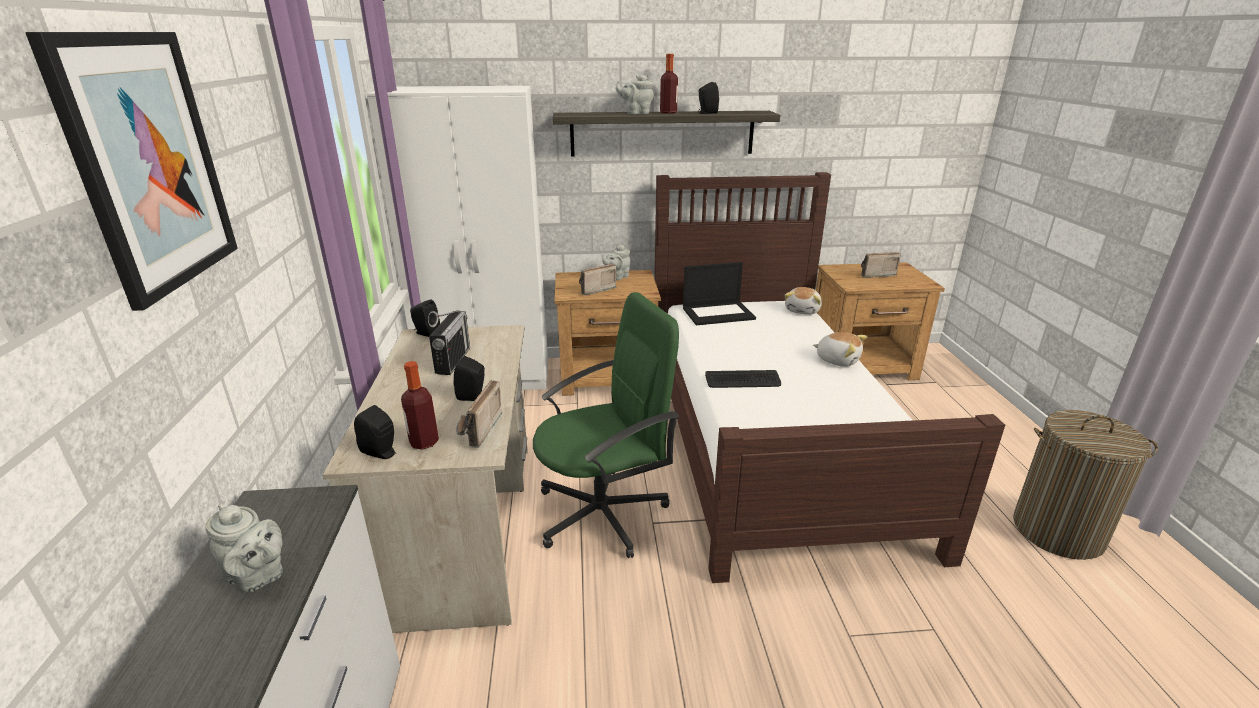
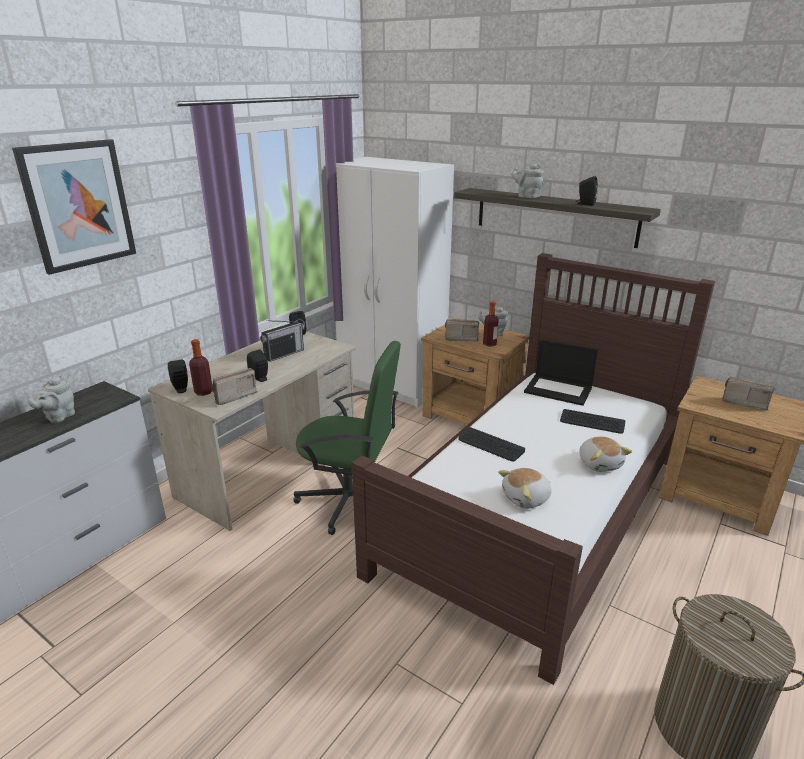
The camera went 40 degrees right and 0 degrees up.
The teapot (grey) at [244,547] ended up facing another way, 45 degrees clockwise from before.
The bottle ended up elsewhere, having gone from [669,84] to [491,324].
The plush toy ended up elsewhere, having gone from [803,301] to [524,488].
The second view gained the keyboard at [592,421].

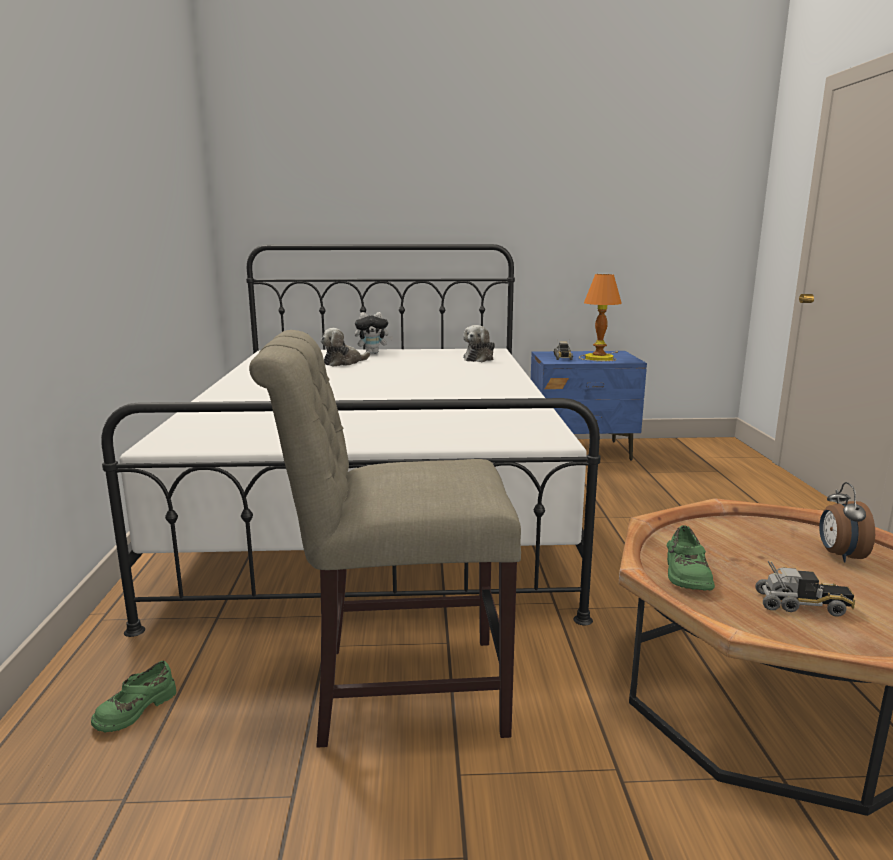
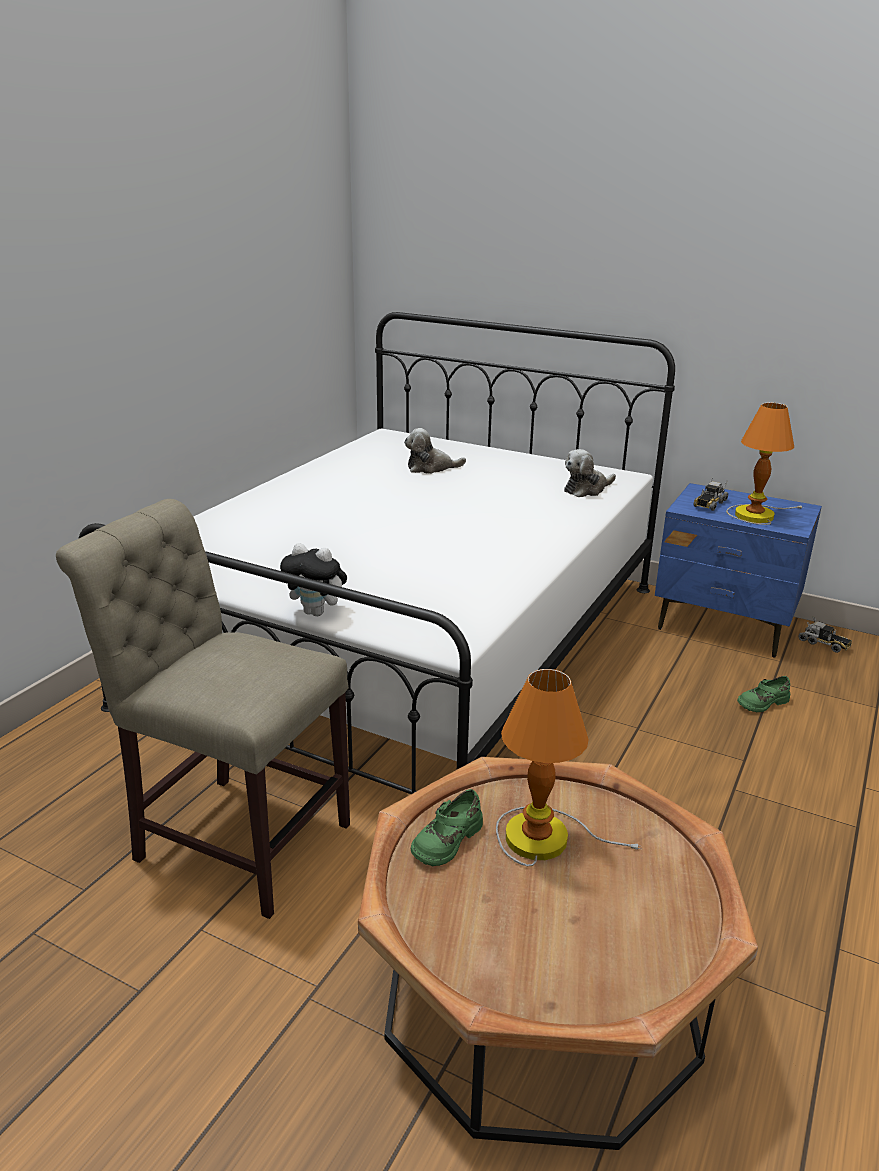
The camera went 30 degrees right and 10 degrees up.
The plush toy ended up elsewhere, having gone from [374,333] to [313,579].
The second view gained the table lamp at [568,767].
The shoe (green) ended up elsewhere, having gone from [133,697] to [763,694].
The toy truck ended up elsewhere, having gone from [805,589] to [825,635].
The second view lost the alarm clock at [847,522].

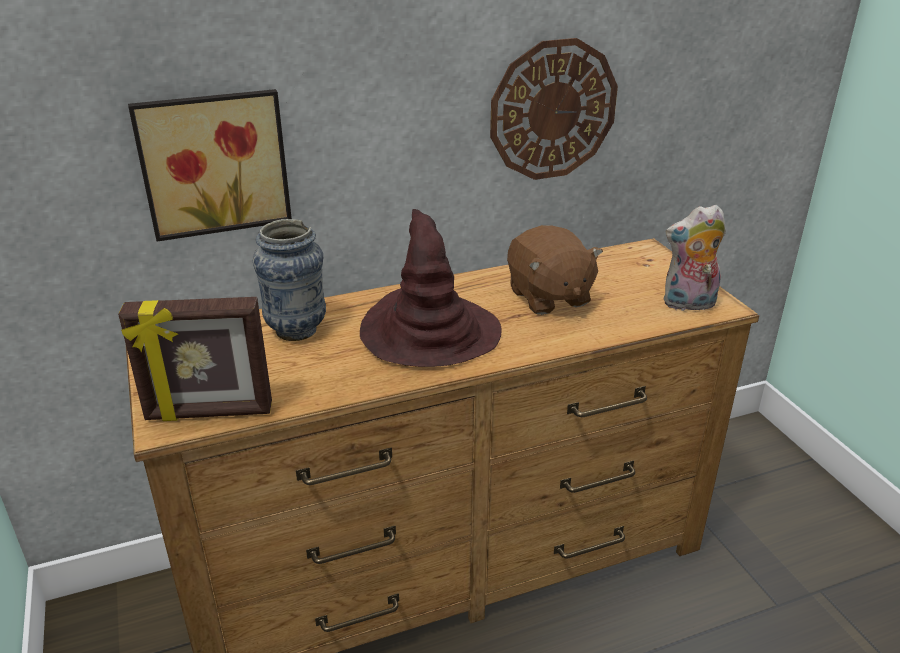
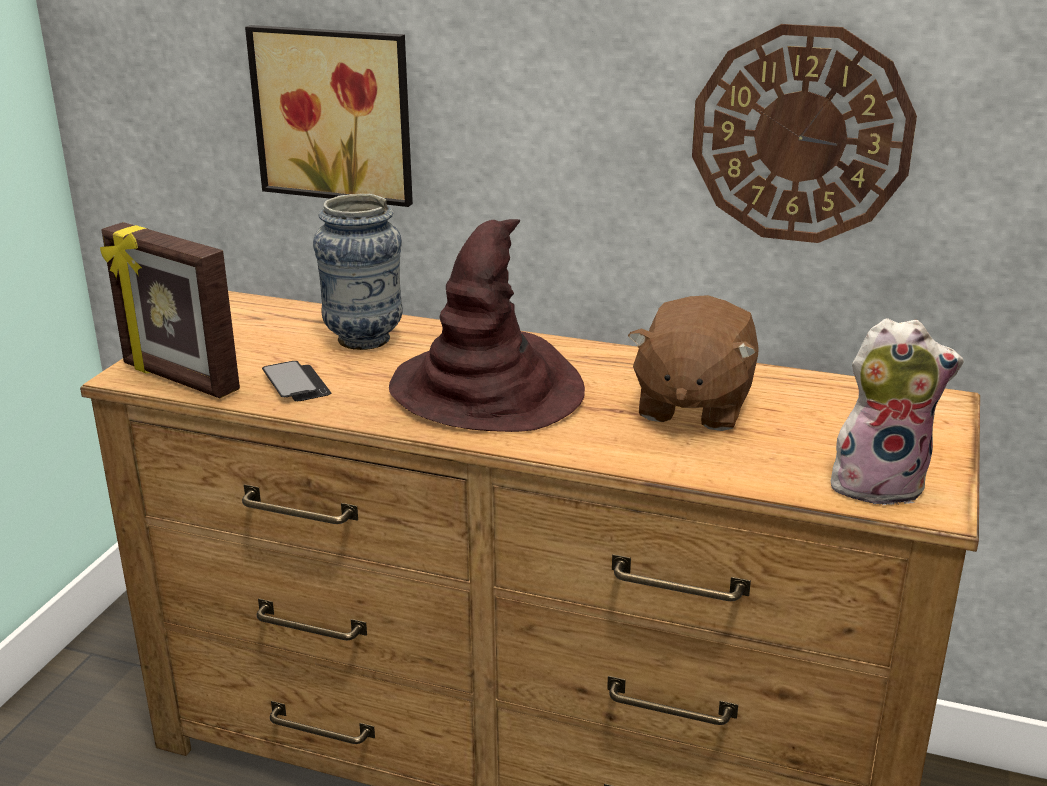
The camera went 40 degrees right and 5 degrees down.
The second view gained the phone at [296,381].
The plush toy at [695,259] ended up facing another way, 150 degrees clockwise from before.

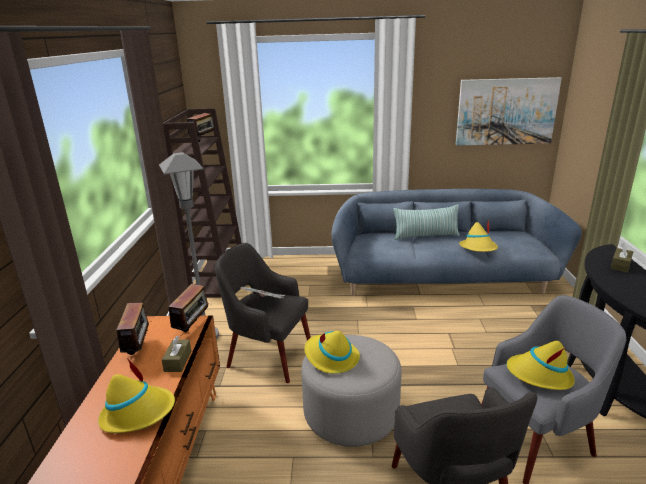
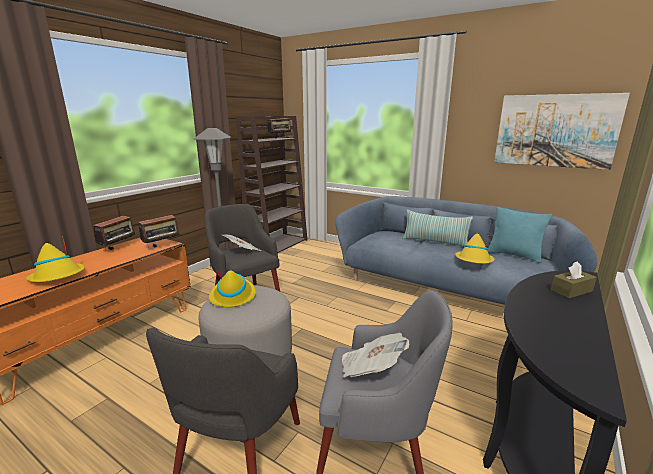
The camera went 30 degrees right and 5 degrees down.
Where the hat (yellow) stood at [541,365], the newspaper came to stand at [375,355].
The second view gained the pillow (turquoise) at [519,235].
The second view lost the tissue box (brown) at [176,354].

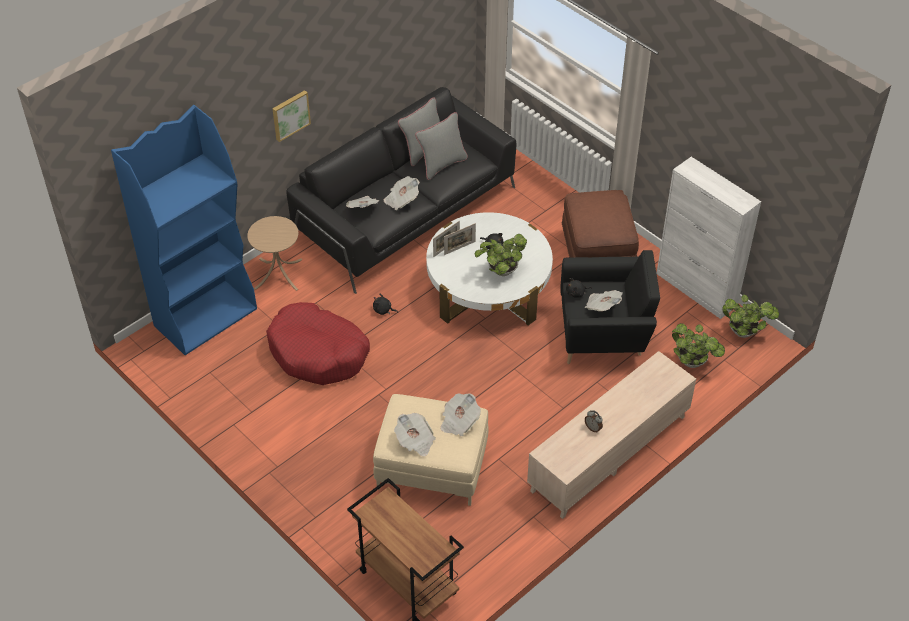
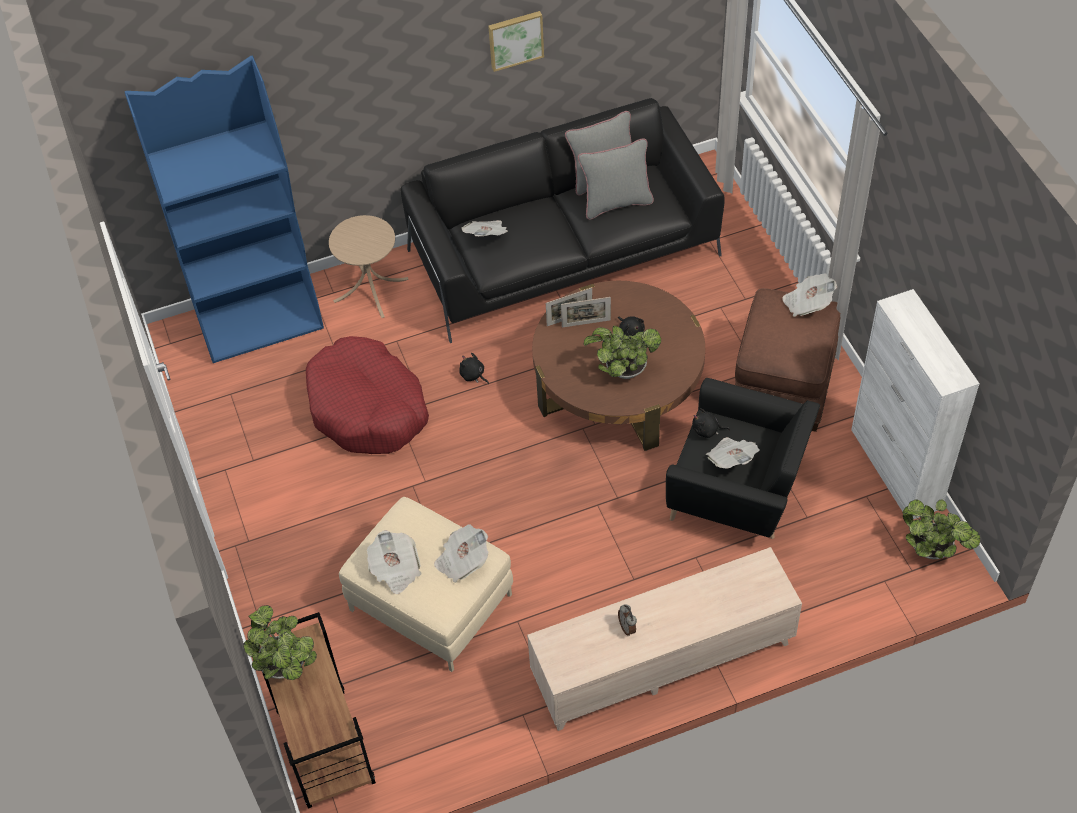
The camera went 25 degrees right and 5 degrees up.
The potted plant ended up elsewhere, having gone from [698,345] to [280,642].
The picture ended up elsewhere, having gone from [291,116] to [516,41].
What was the coffee table (white) at [489,268] turned into the coffee table (brown) at [618,366].
The newspaper ended up elsewhere, having gone from [402,193] to [809,295].

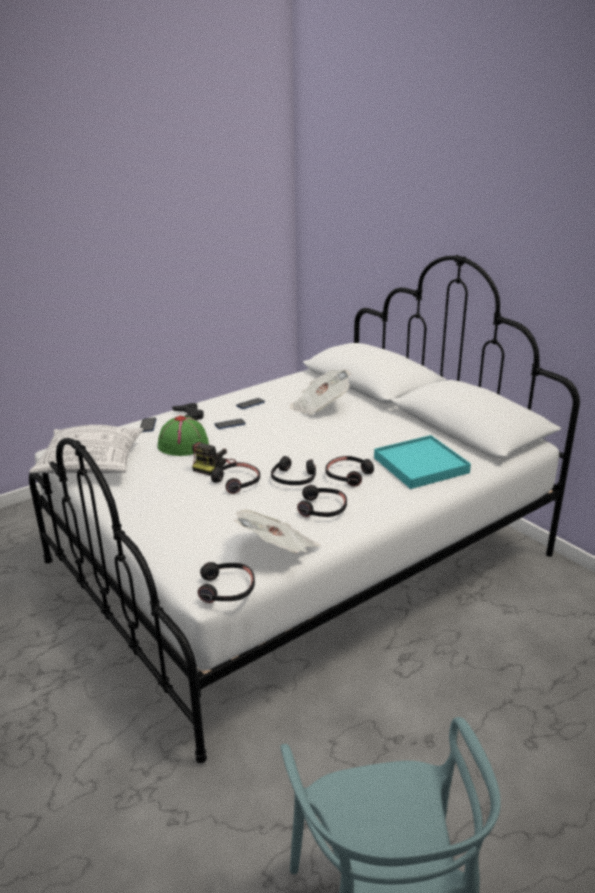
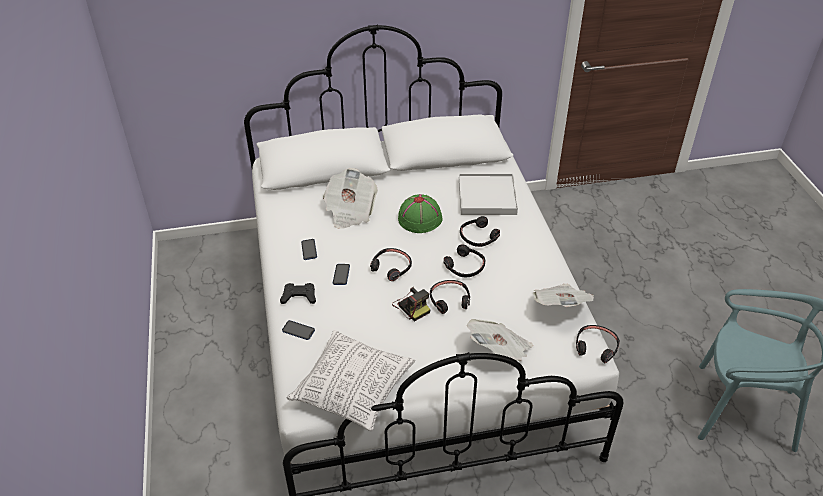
The camera went 65 degrees left and 15 degrees up.
The headphones (black) ended up elsewhere, having gone from [322,501] to [391,264].
The hat (green) ended up elsewhere, having gone from [183,436] to [420,213].
What was the tray (turquoise) at [422,462] turned into the tray (white) at [488,194].
The second view gained the newspaper at [500,340].

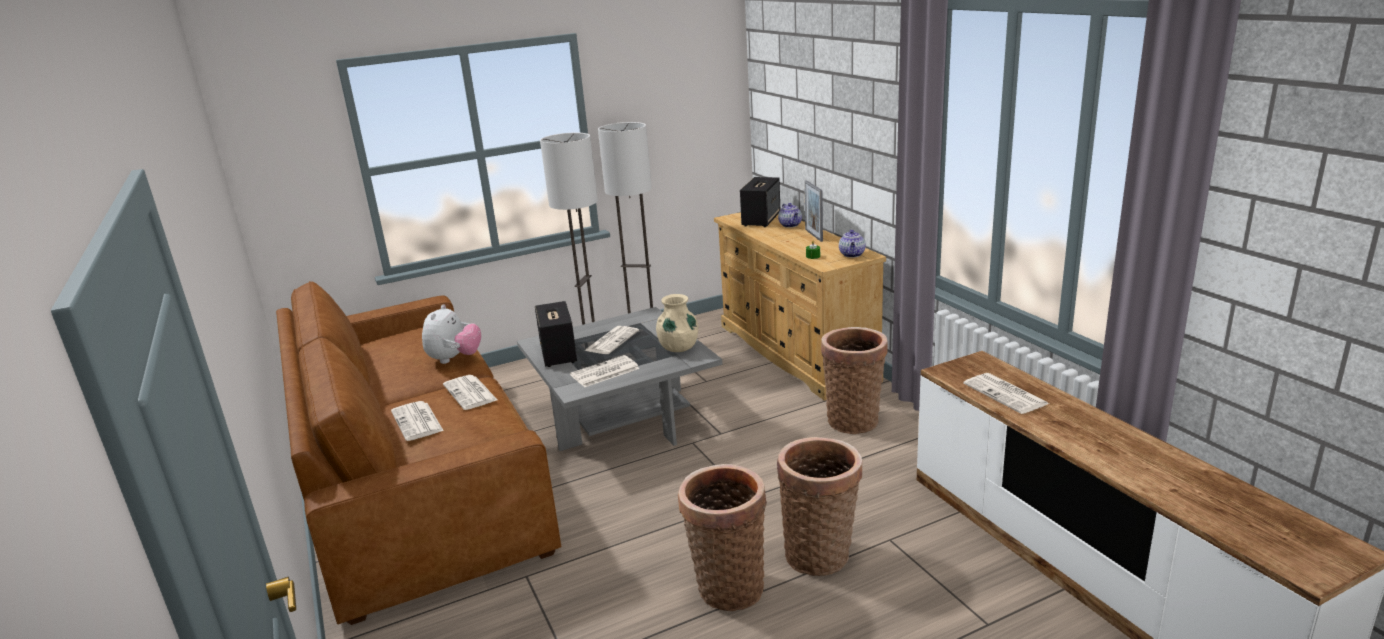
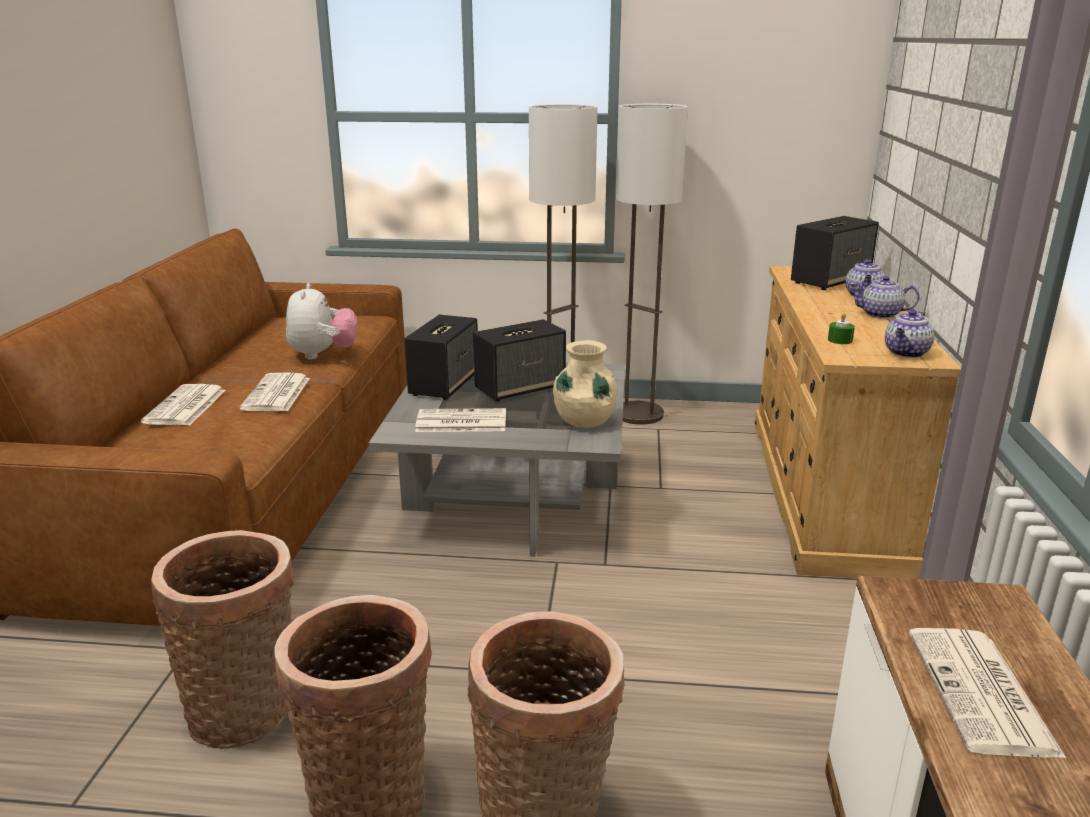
The camera went 30 degrees right and 0 degrees up.
The basket ended up elsewhere, having gone from [854,380] to [222,639].
The plush toy at [451,334] ended up facing another way, 45 degrees counterclockwise from before.
Where the newspaper stood at [611,340], the speaker came to stand at [519,360].
Where the picture frame stood at [813,211], the teapot came to stand at [885,297].

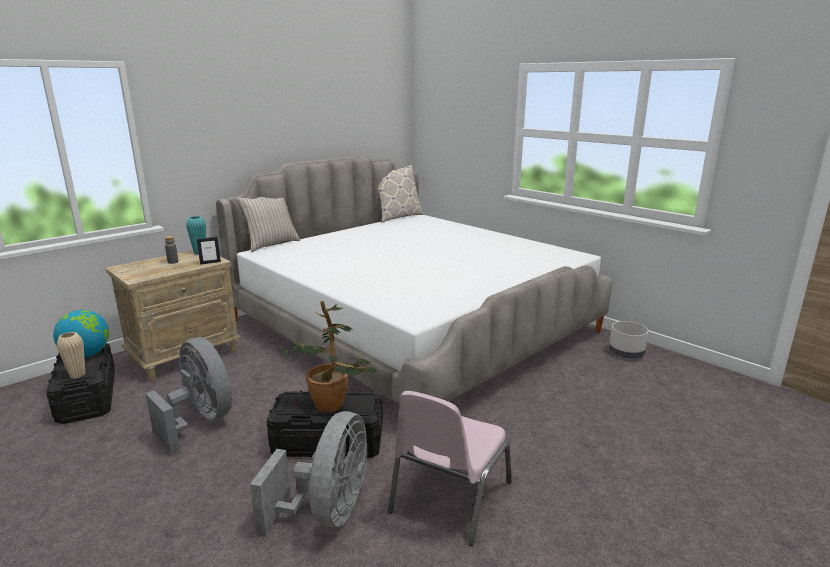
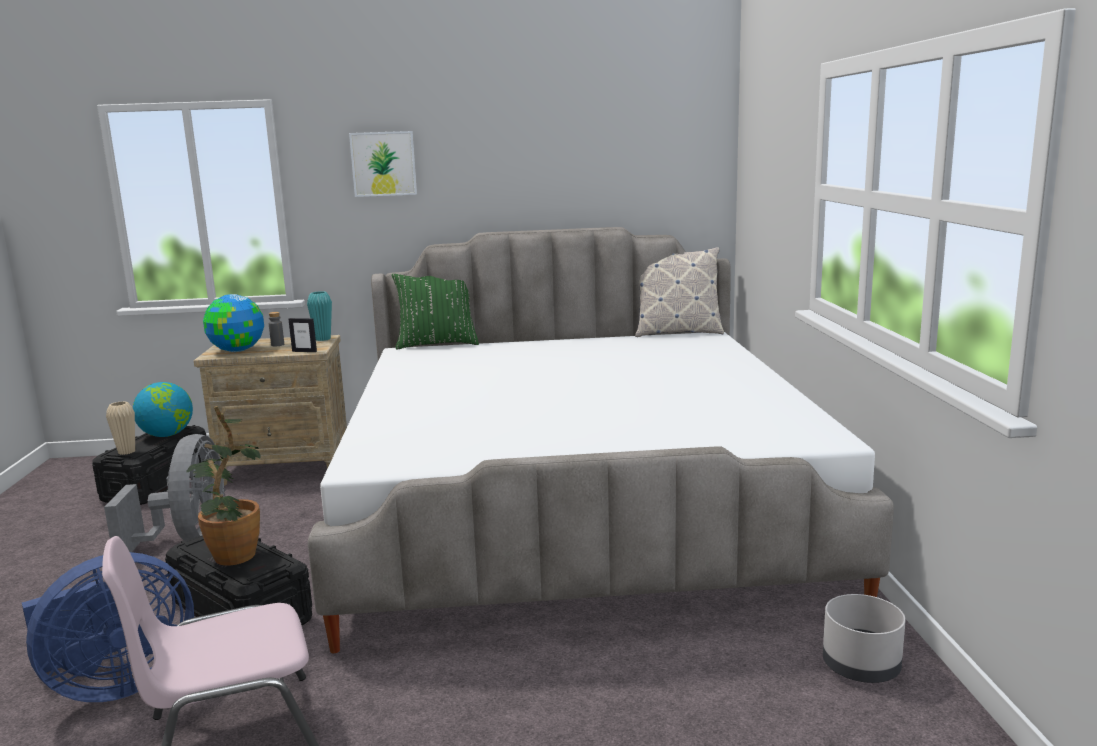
The camera went 40 degrees right and 5 degrees down.
What was the fan (grey) at [309,472] turned into the fan (blue) at [108,627].
The second view gained the globe at [233,323].
The second view gained the picture at [383,164].
What was the pillow (beige) at [268,224] turned into the pillow (green) at [435,311].

